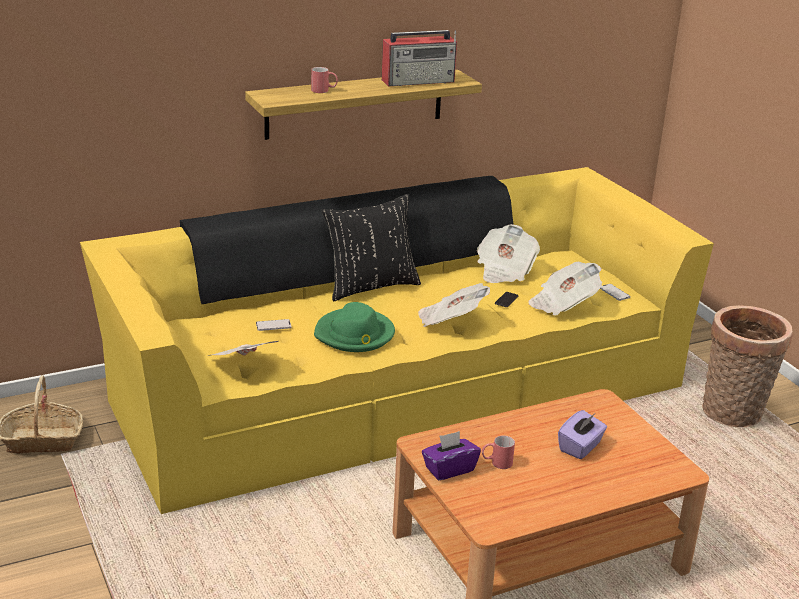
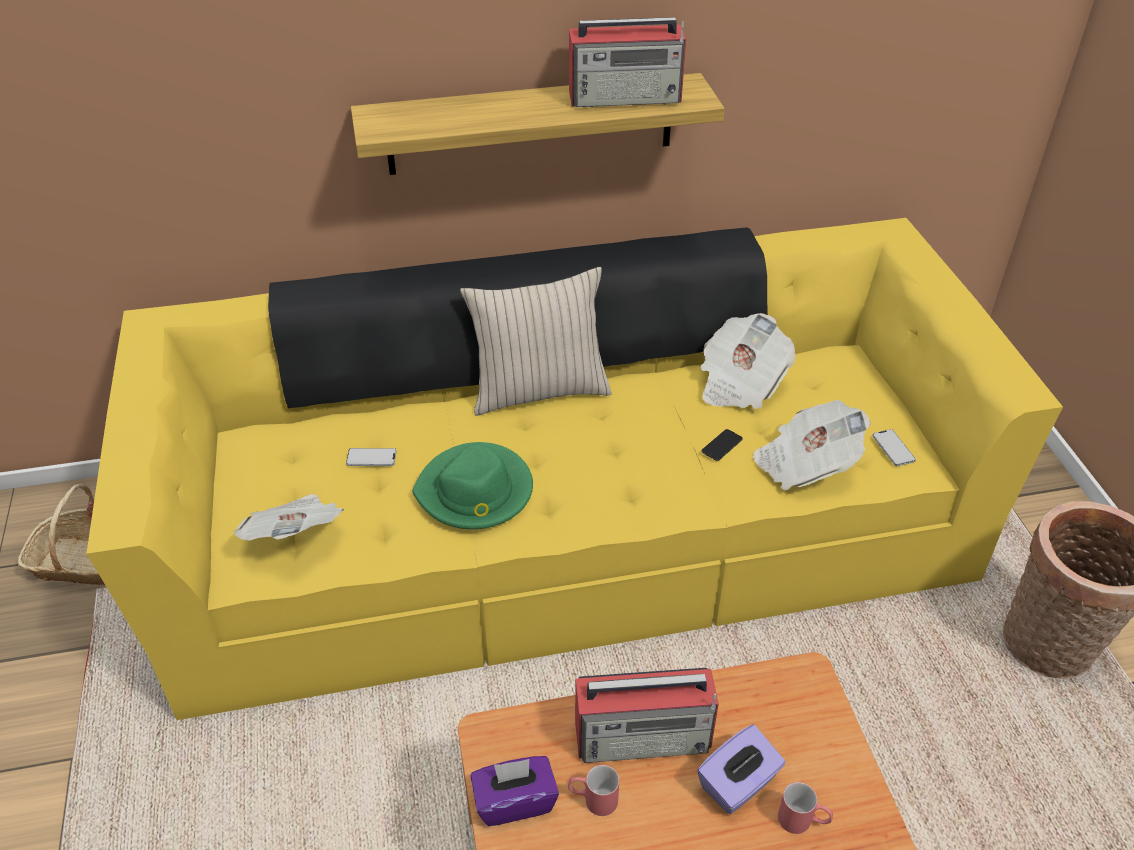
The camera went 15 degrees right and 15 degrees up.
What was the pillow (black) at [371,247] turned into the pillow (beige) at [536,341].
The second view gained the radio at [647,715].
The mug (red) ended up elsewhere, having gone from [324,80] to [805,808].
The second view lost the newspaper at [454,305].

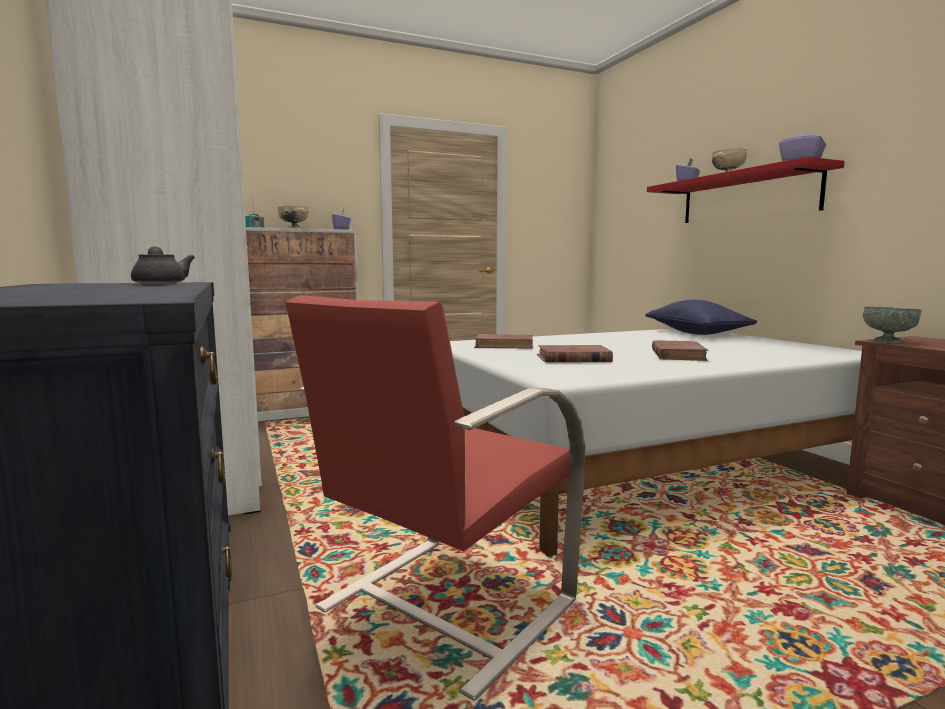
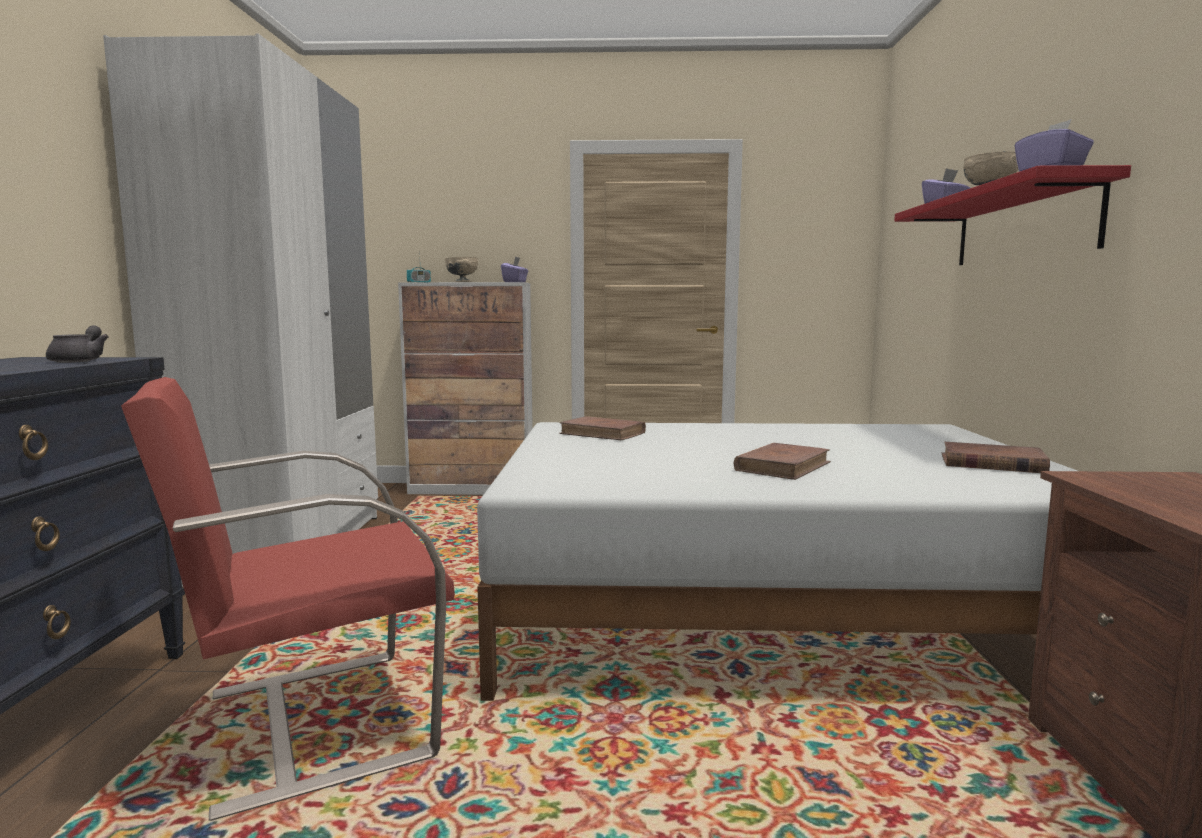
The camera went 25 degrees right and 0 degrees up.
The book (brown) ended up elsewhere, having gone from [575,354] to [996,457].
The second view lost the pillow (blue) at [701,317].
The second view lost the bowl (grey) at [892,324].

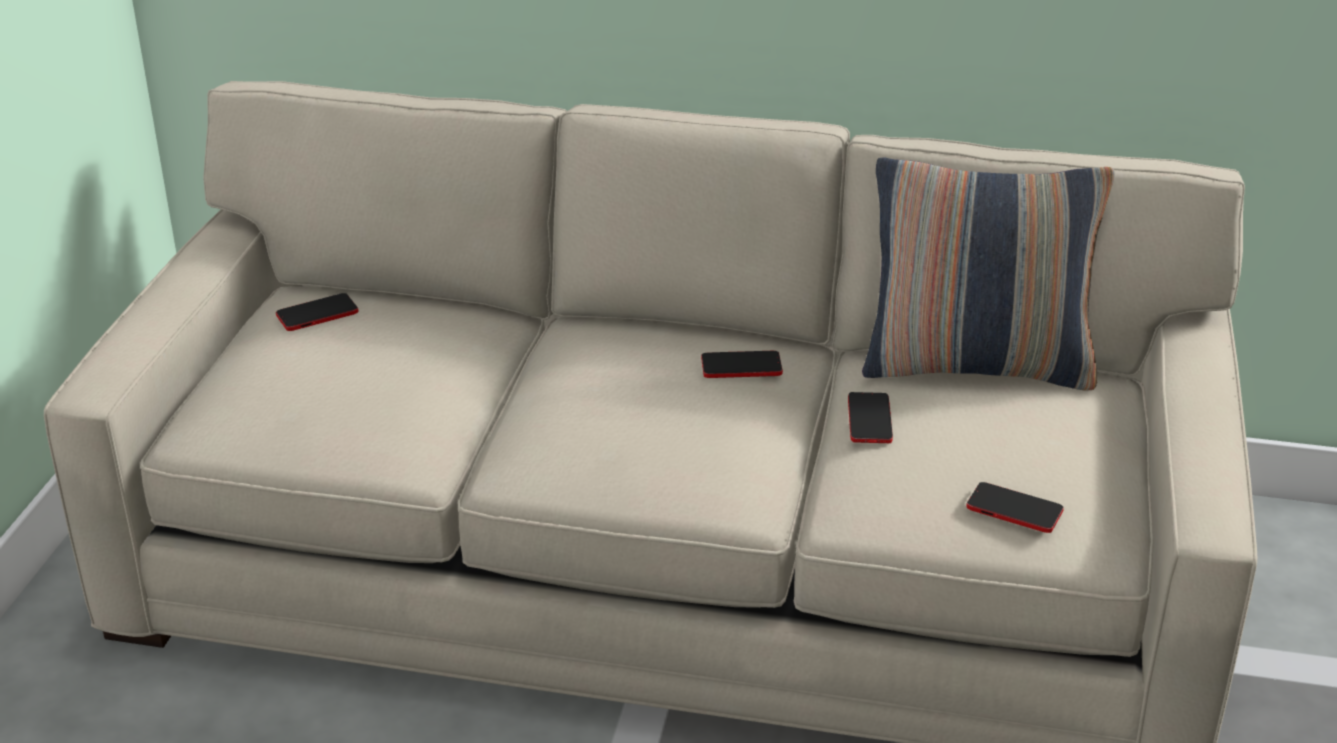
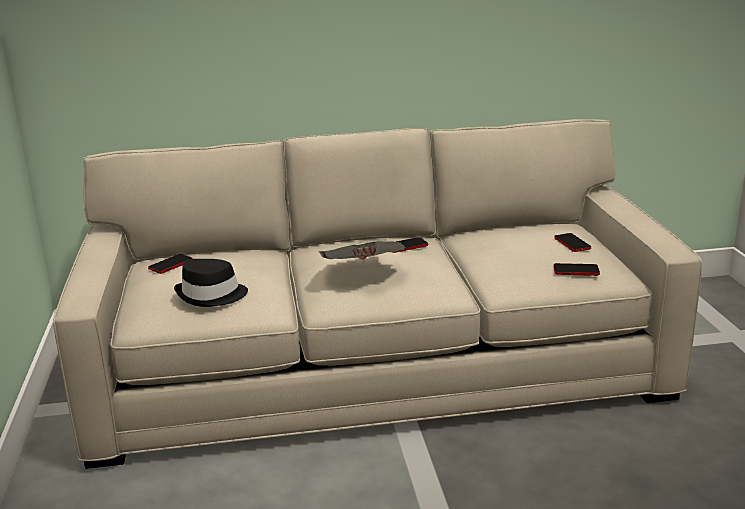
The camera went 20 degrees left and 10 degrees down.
The second view gained the hat (black) at [211,283].
The second view gained the newspaper at [363,250].
The phone ended up elsewhere, having gone from [870,417] to [572,242].
The second view lost the pillow at [988,274].

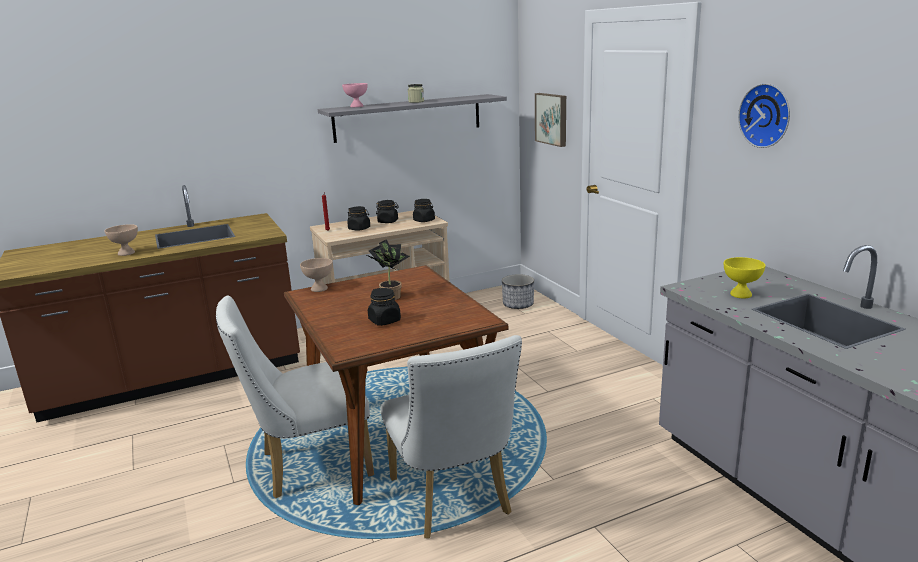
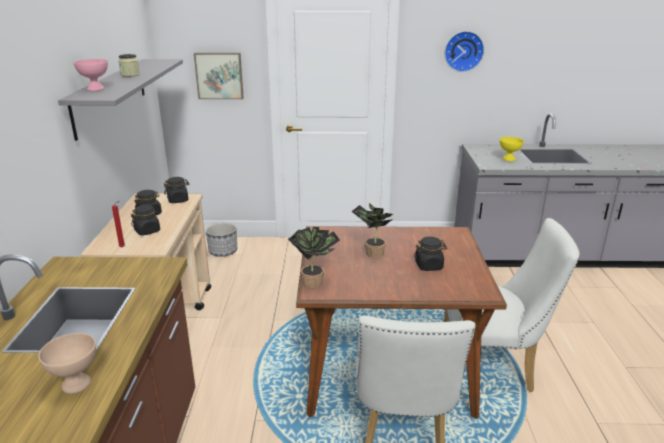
The camera went 65 degrees left and 5 degrees up.
Where the bowl (beige) stood at [316,275], the potted plant came to stand at [314,257].

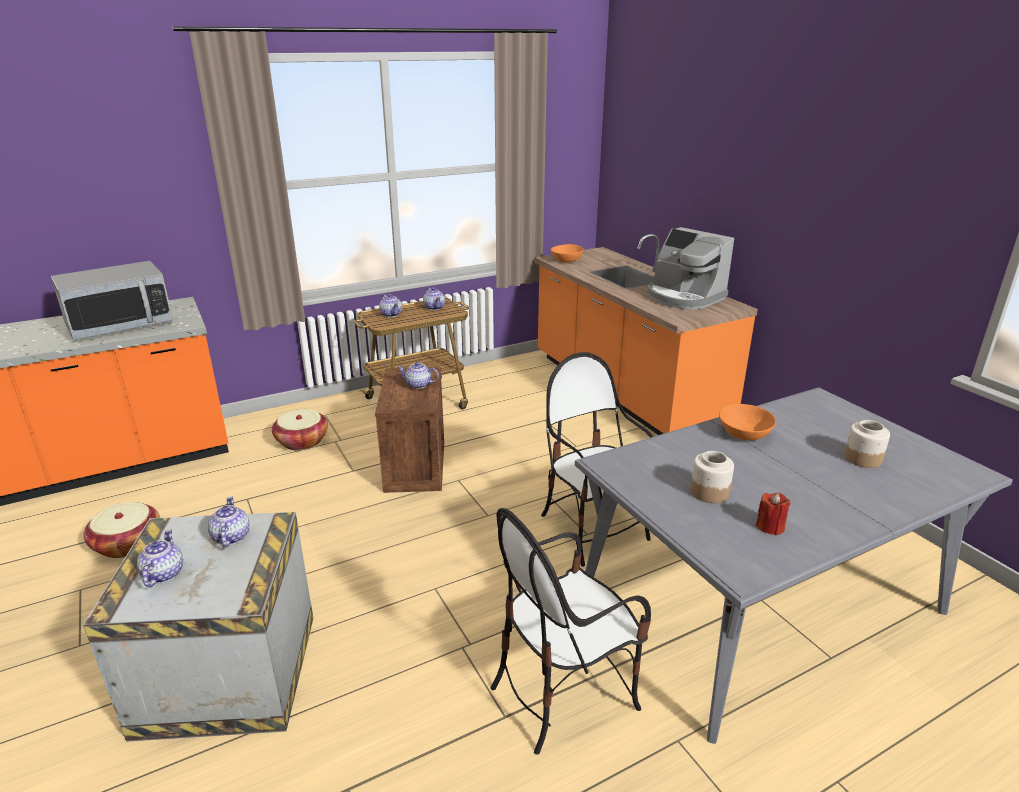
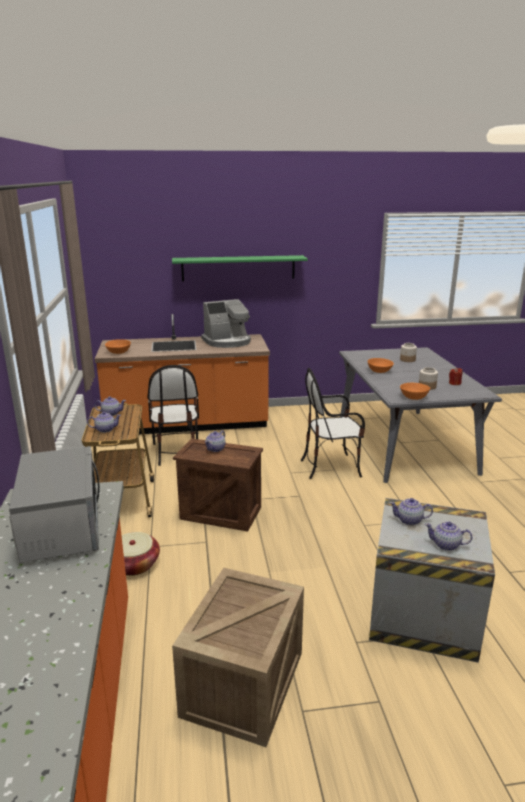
The camera went 70 degrees left and 5 degrees down.
The chair ended up elsewhere, having gone from [570,631] to [173,415].
The second view gained the shelf (green) at [240,268].
Where the basket stood at [121,530], the crate came to stand at [238,657].
The second view gained the bowl (orange) at [415,391].

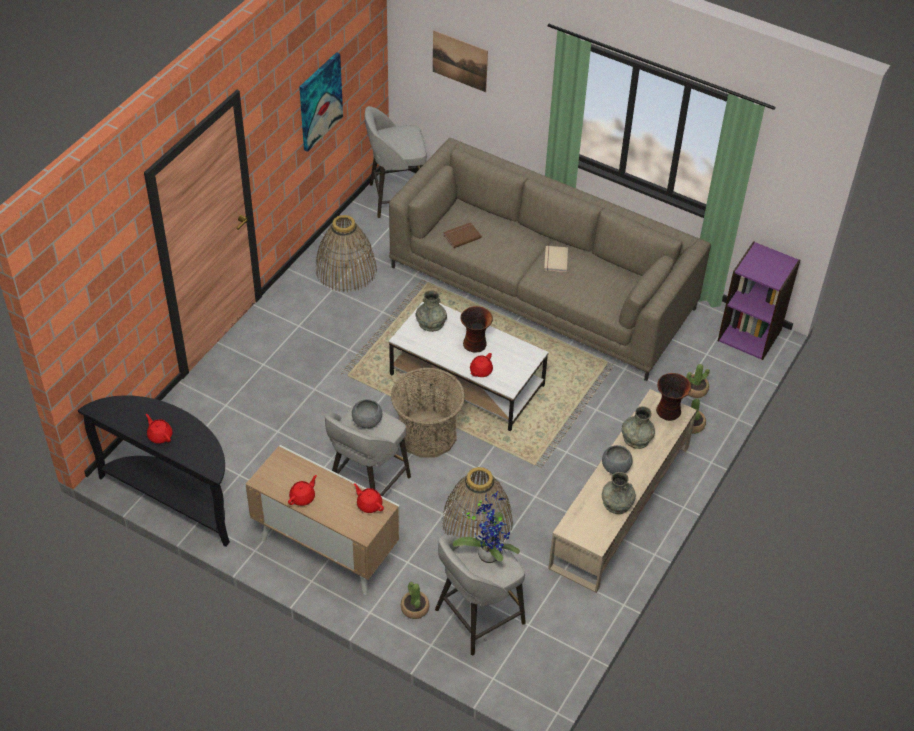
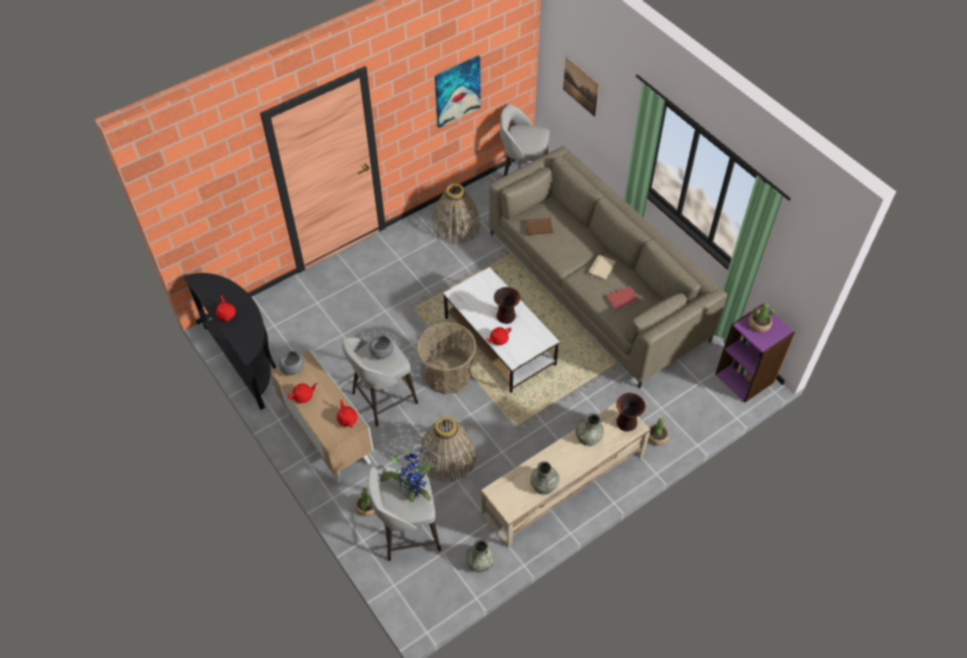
The camera went 25 degrees right and 5 degrees up.
The bowl (grey) ended up elsewhere, having gone from [617,459] to [291,363].
The vase (grey) ended up elsewhere, having gone from [431,311] to [480,556].
The second view gained the book (red) at [622,298].
The potted plant ended up elsewhere, having gone from [698,381] to [761,317].

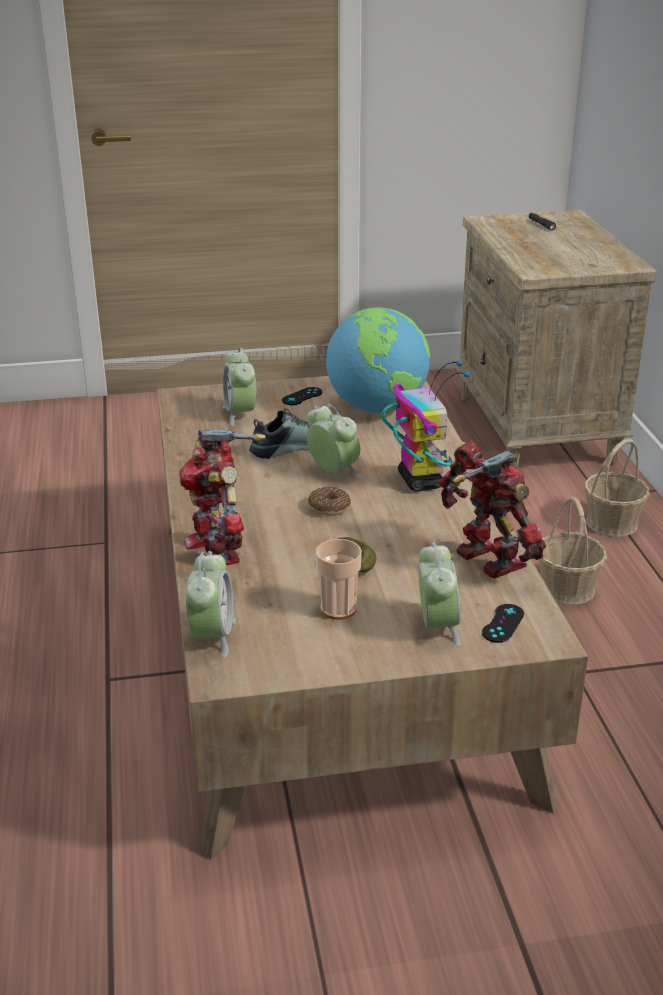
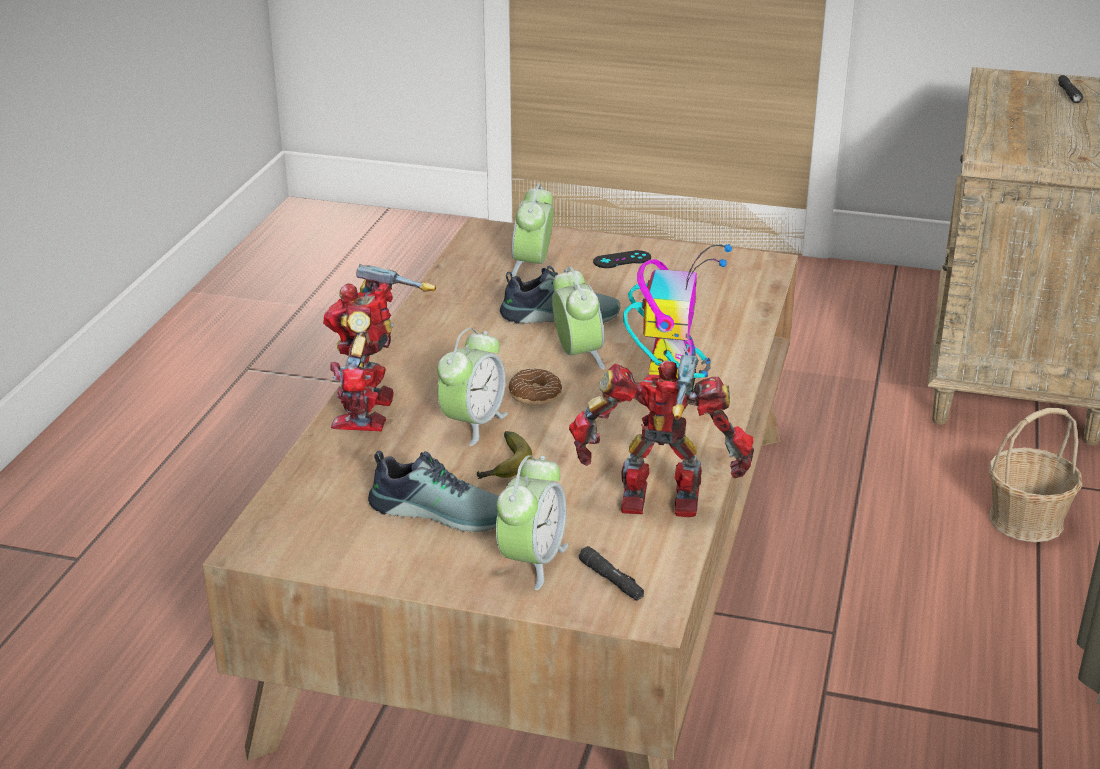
The camera went 25 degrees right and 0 degrees up.
Where the cup stood at [339,579], the shoe came to stand at [433,492].
The alarm clock ended up elsewhere, having gone from [211,604] to [472,387].
The toy robot at [492,508] ended up facing another way, 75 degrees counterclockwise from before.
Where the game controller (black) stood at [503,623], the flashlight (black) came to stand at [611,573].
The second view lost the globe at [378,360].
The second view lost the basket at [573,550].

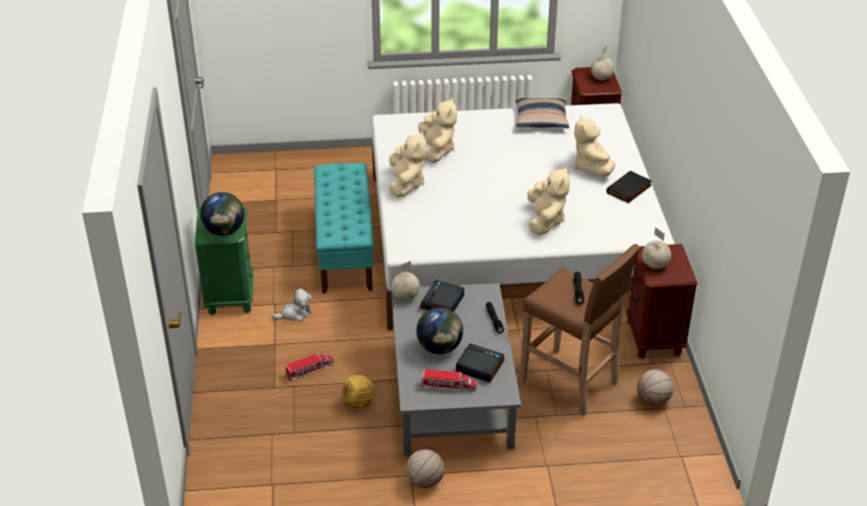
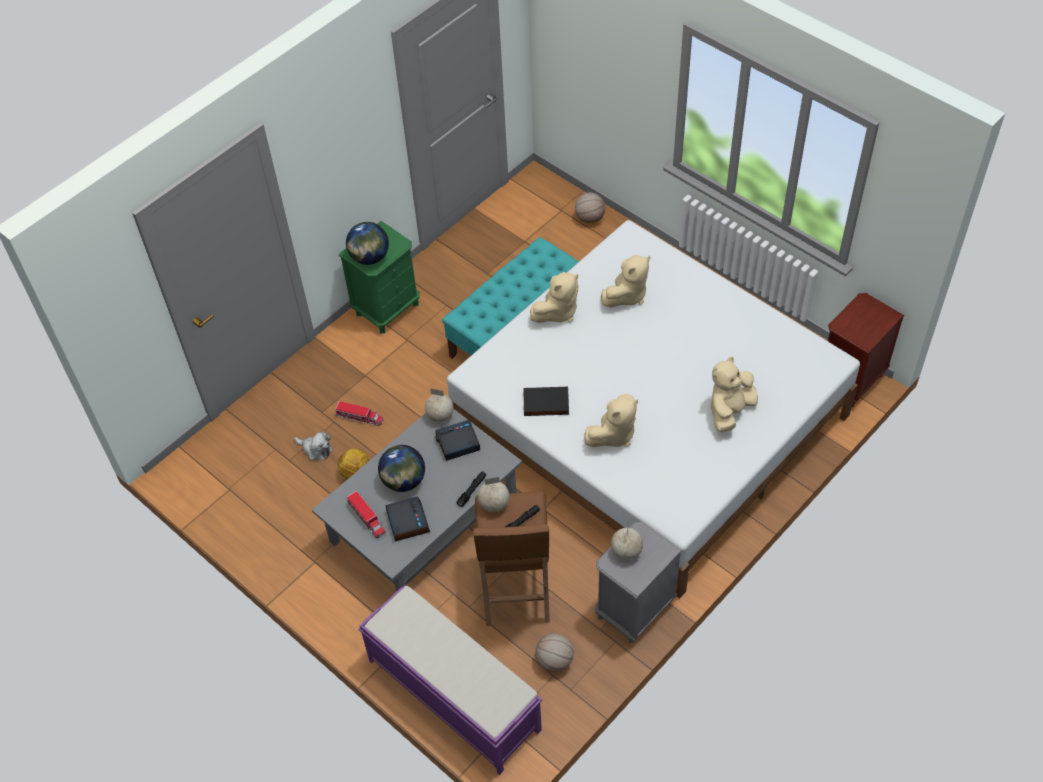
The camera went 50 degrees right and 15 degrees up.
The plush toy ended up elsewhere, having gone from [292,305] to [313,446].
The second view gained the bench (purple) at [450,680].
The globe ended up elsewhere, having gone from [603,62] to [493,494].
The book (black) ended up elsewhere, having gone from [629,187] to [546,401].
The basketball ended up elsewhere, having gone from [425,468] to [590,207].
What was the nightstand (brown) at [661,301] turned into the nightstand (grey) at [638,582].
The second view lost the pillow at [542,112].

